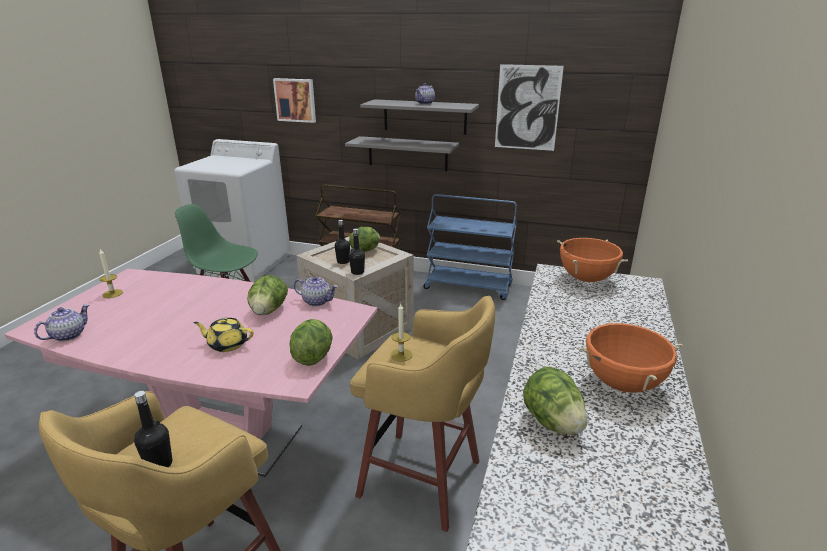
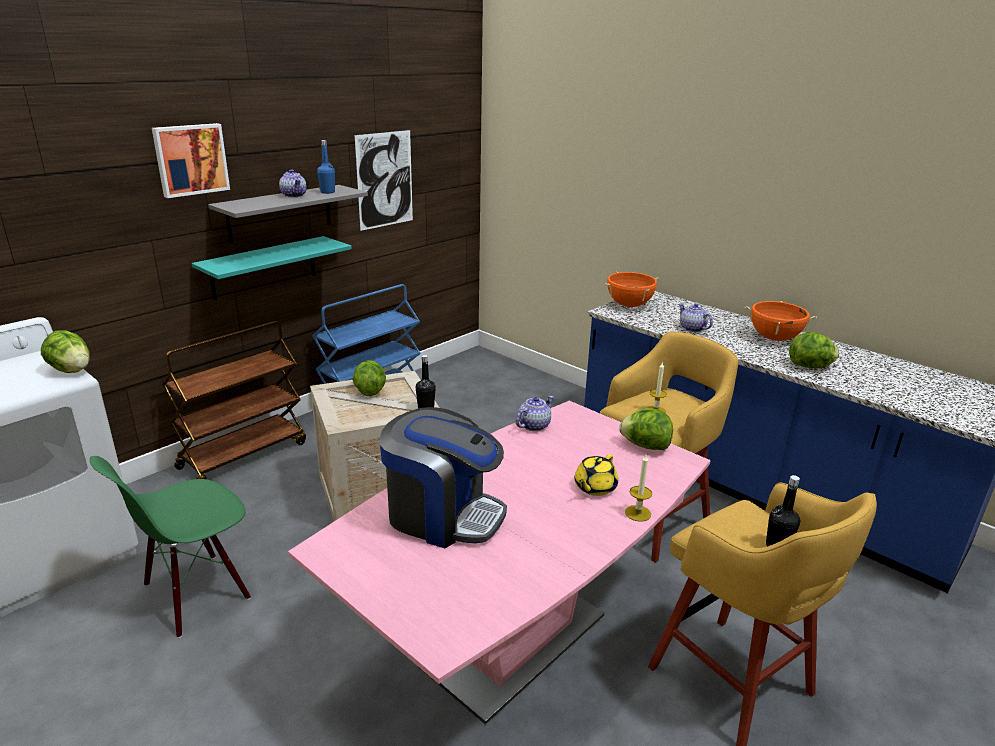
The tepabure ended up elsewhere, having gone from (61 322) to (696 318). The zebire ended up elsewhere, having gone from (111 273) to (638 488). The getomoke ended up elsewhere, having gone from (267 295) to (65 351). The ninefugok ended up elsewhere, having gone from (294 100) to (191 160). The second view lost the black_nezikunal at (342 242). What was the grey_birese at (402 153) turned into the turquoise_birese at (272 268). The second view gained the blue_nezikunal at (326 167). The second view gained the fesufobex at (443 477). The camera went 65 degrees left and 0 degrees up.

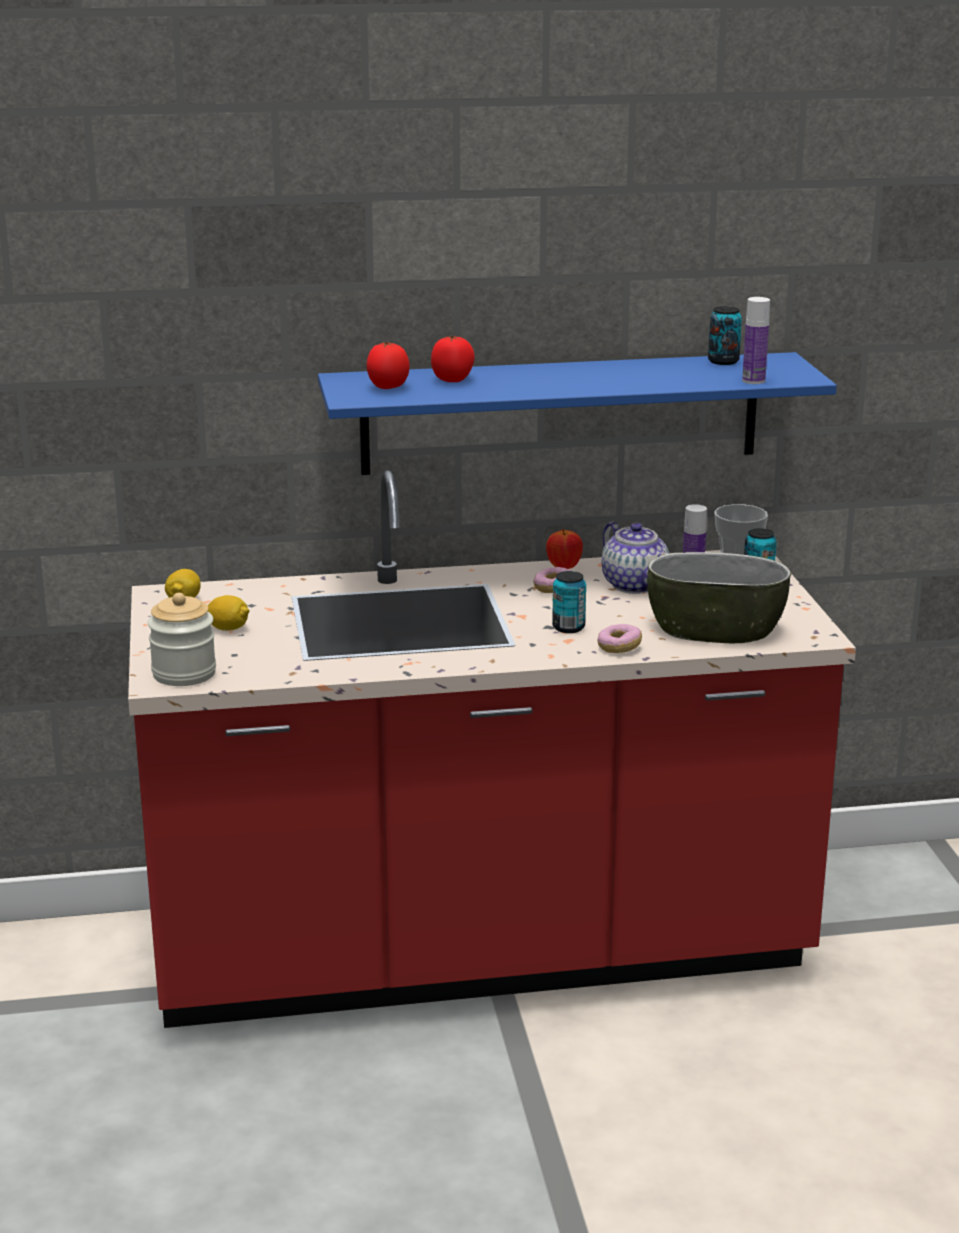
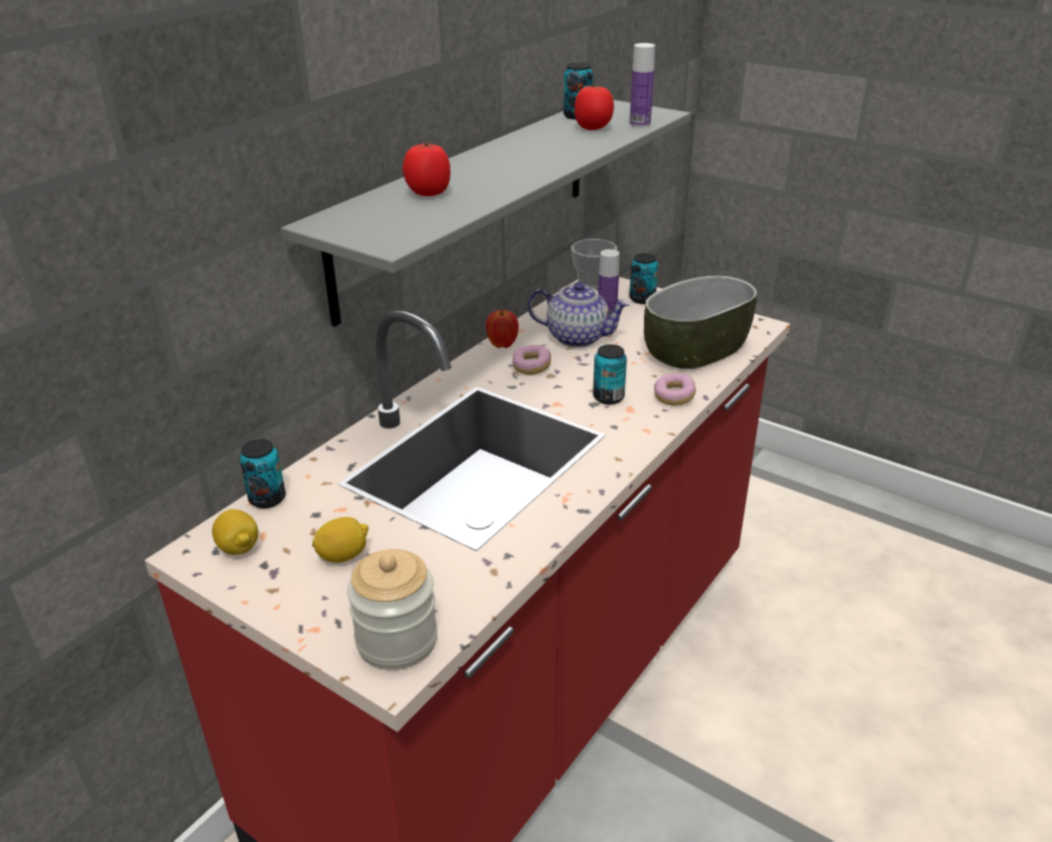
What was the blue_birese at (577 413) turned into the grey_birese at (486 213). The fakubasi ended up elsewhere, having gone from (388 365) to (594 107). The second view gained the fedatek at (262 473). The camera went 45 degrees left and 10 degrees up.

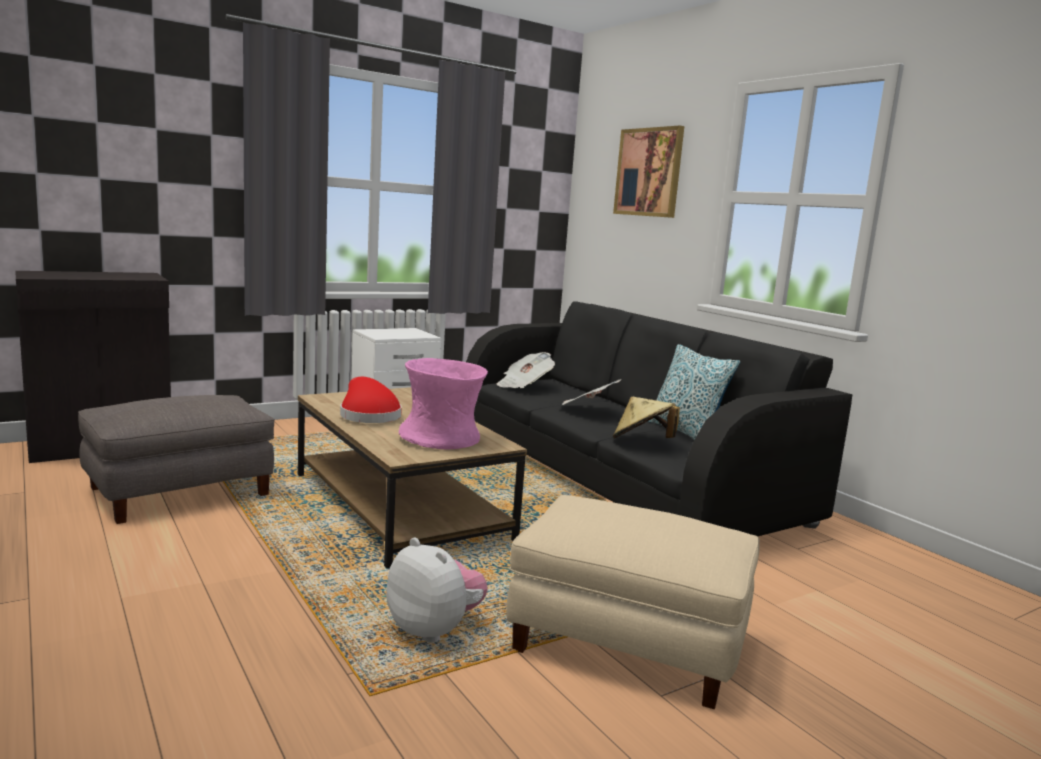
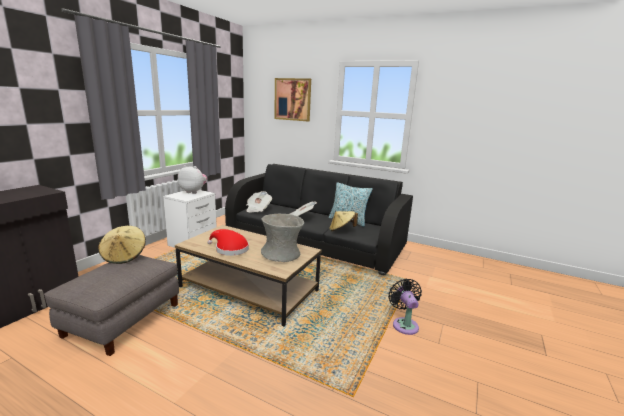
The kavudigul ended up elsewhere, having gone from (437 590) to (192 179). What was the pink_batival at (443 403) turned into the grey_batival at (282 238). Where the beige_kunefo stood at (633 602), the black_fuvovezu came to stand at (405 306). The second view gained the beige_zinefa at (122 245). The camera went 30 degrees left and 5 degrees up.

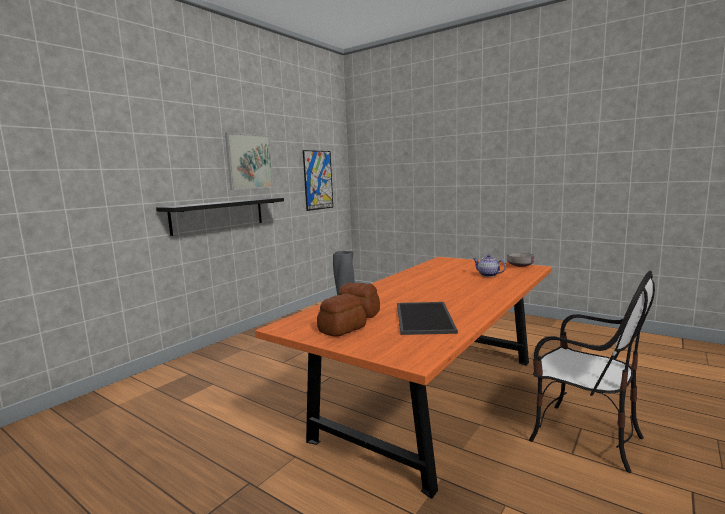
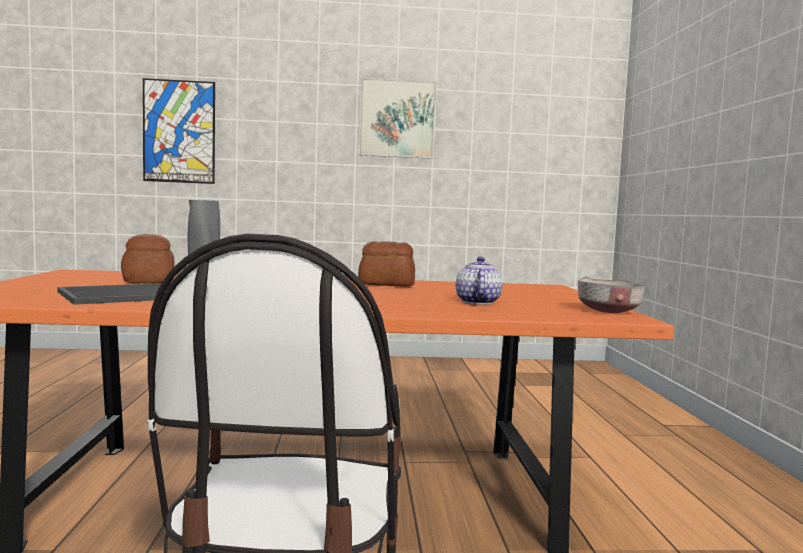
The second view lost the black_birese at (220 217). The ninefugok ended up elsewhere, having gone from (318 180) to (179 131). The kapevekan ended up elsewhere, having gone from (342 315) to (386 264). The camera went 50 degrees right and 5 degrees down.

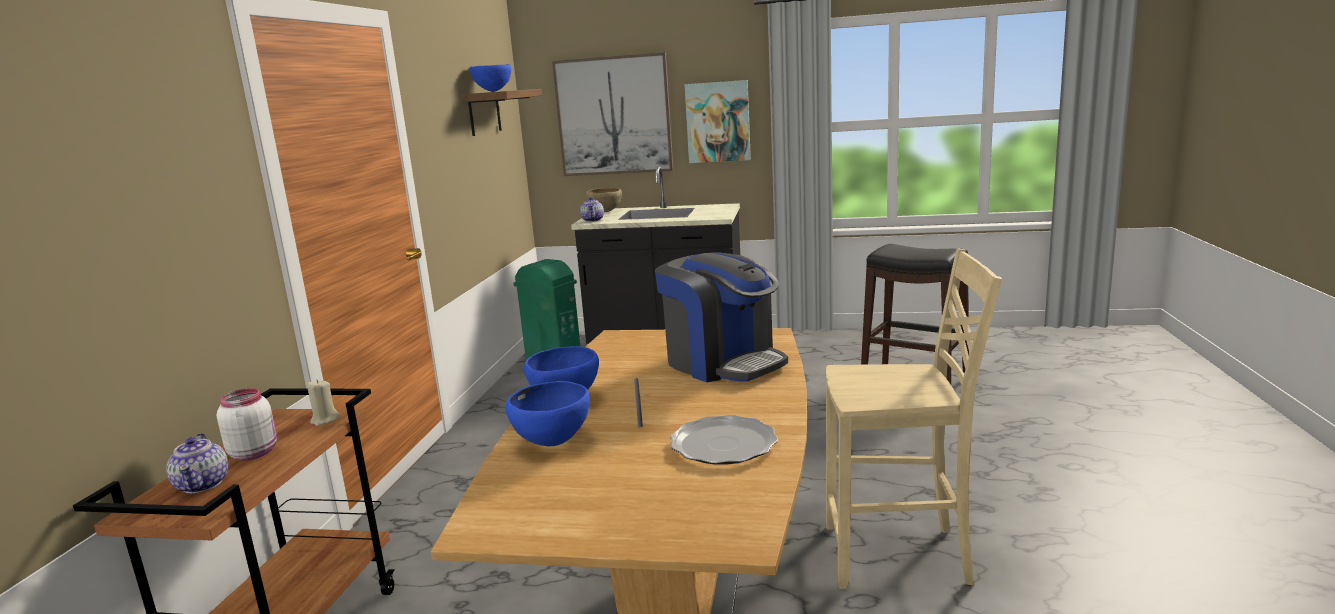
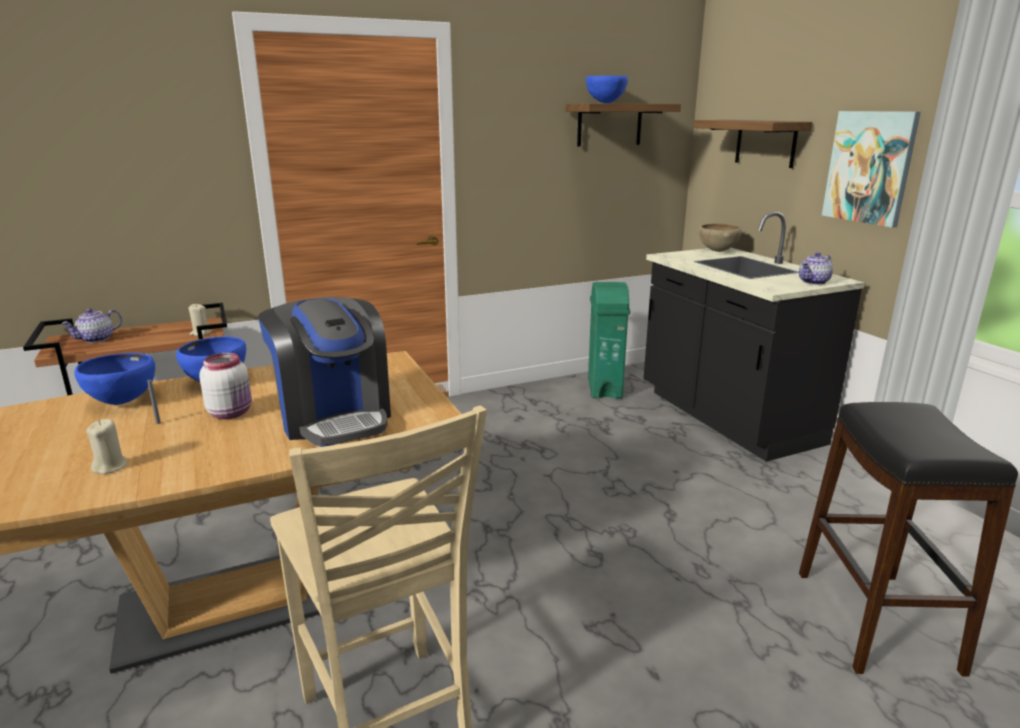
The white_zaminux ended up elsewhere, having gone from (247 424) to (225 386). Where the ninefugok hung at (612 114), the birese came to hang at (753 144). The tepabure ended up elsewhere, having gone from (592 209) to (816 268). The fesufobex at (721 317) ended up facing another way, 45 degrees counterclockwise from before. Where the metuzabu stood at (724 440), the beige_zebire came to stand at (107 446). The camera went 55 degrees right and 5 degrees up.

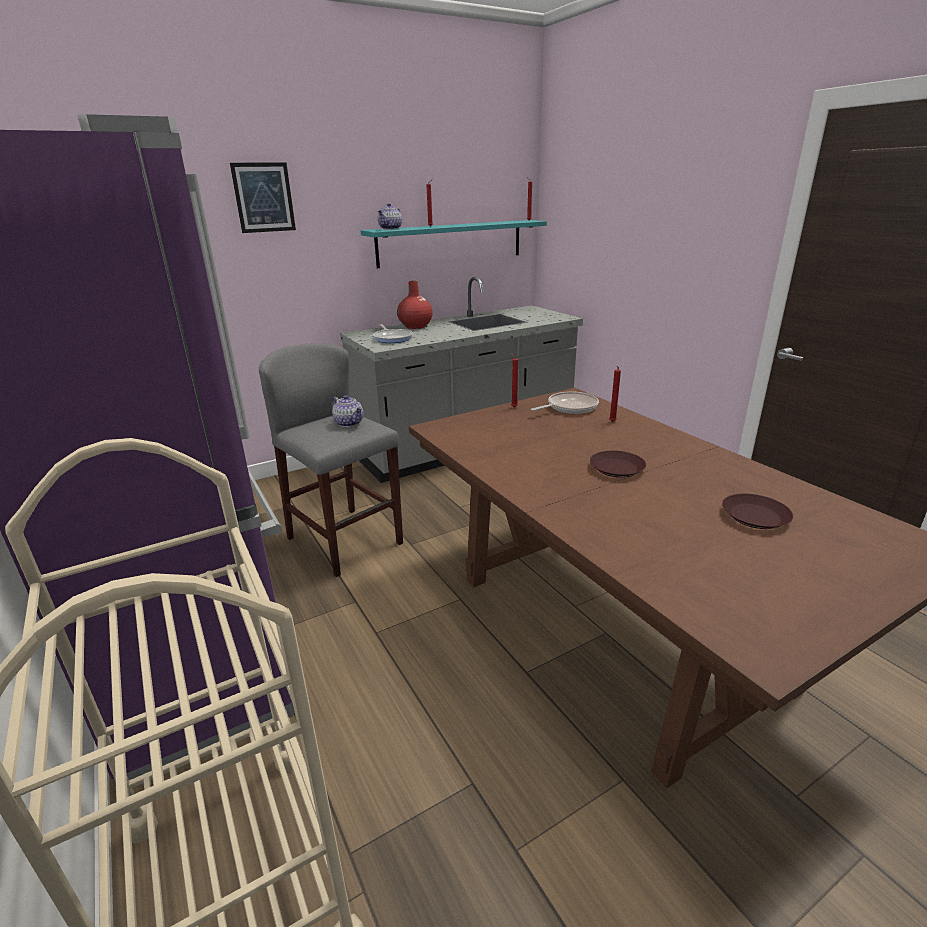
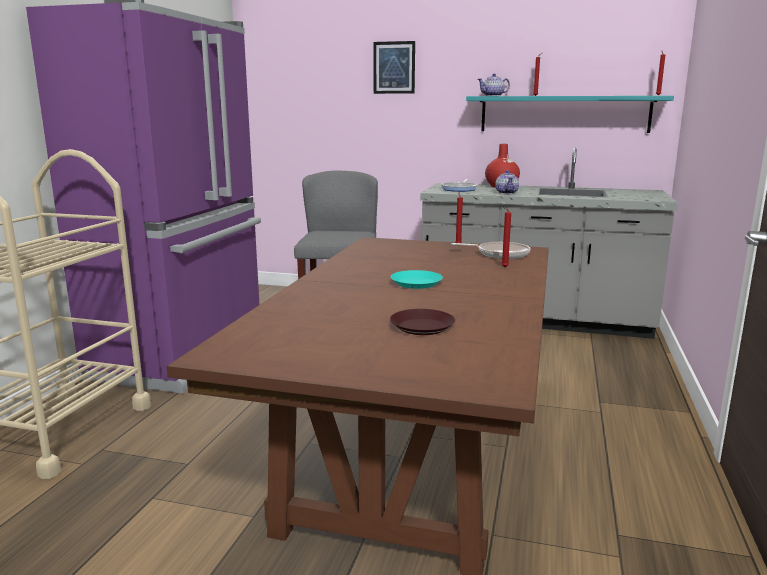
The tepabure ended up elsewhere, having gone from (347 411) to (507 182). What was the brown_metuzabu at (618 464) turned into the turquoise_metuzabu at (417 279). The camera went 45 degrees right and 10 degrees down.

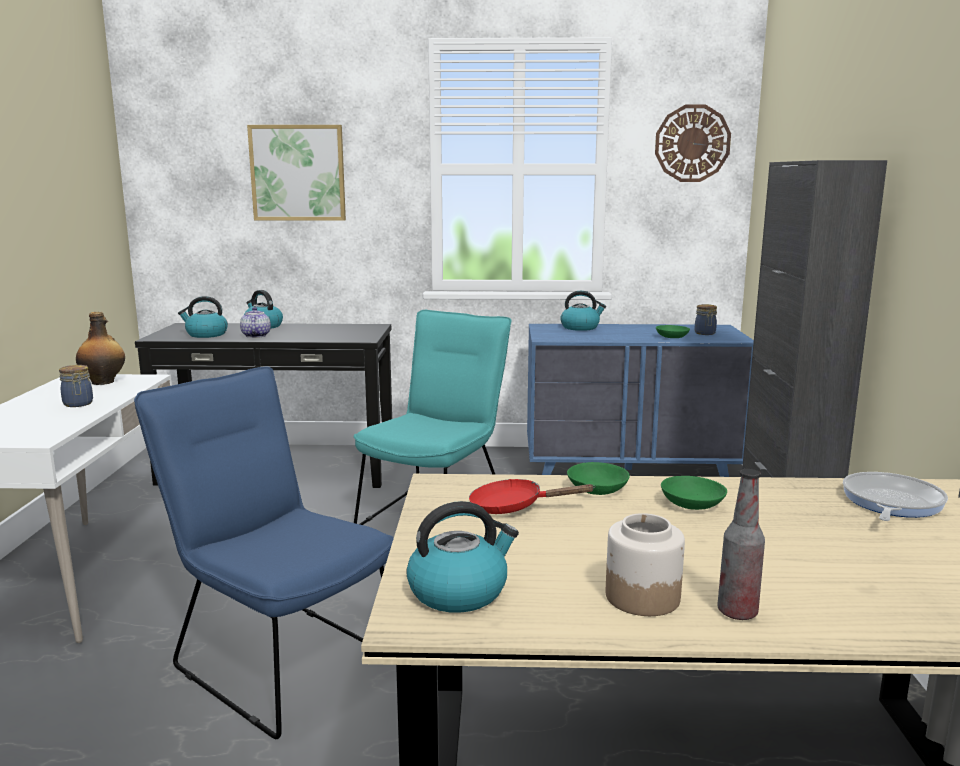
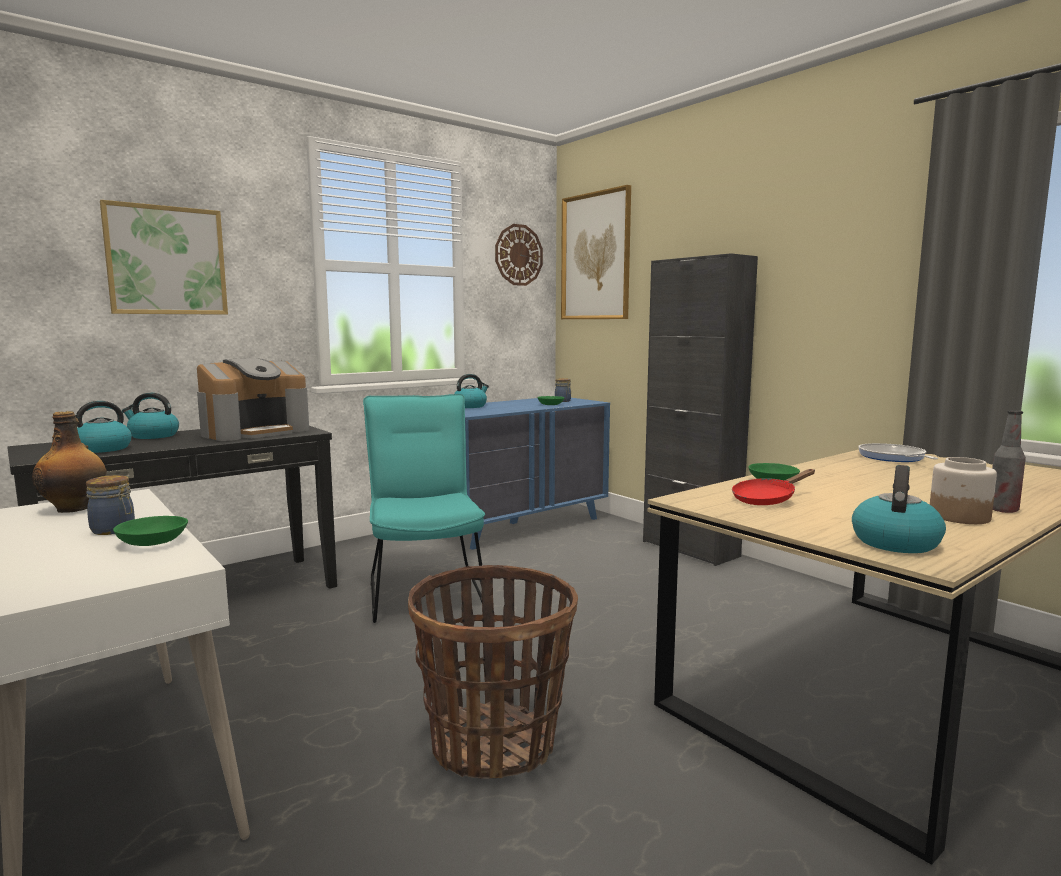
Where the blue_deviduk stood at (264 553), the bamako came to stand at (493 671). The second view lost the tepabure at (255 322). The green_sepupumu ended up elsewhere, having gone from (694 493) to (150 531). The second view gained the fesufobex at (253 399). The second view gained the ninefugok at (596 252). The camera went 40 degrees left and 5 degrees down.

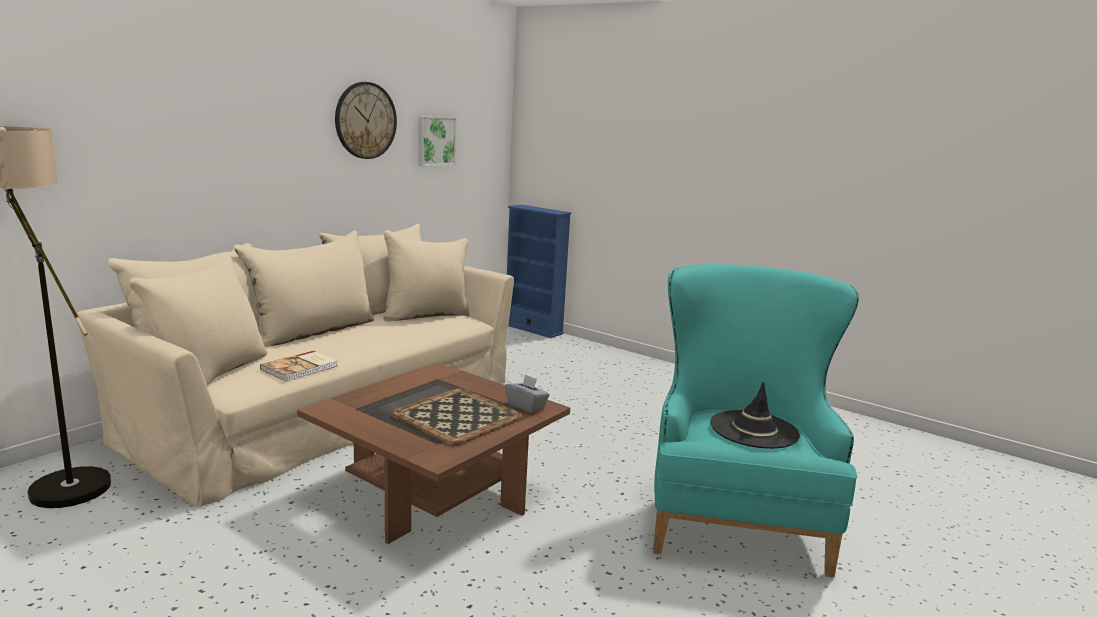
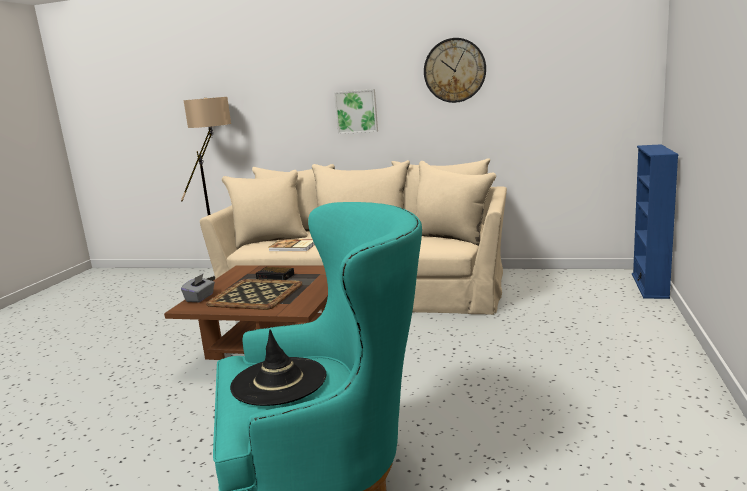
The ninefugok ended up elsewhere, having gone from (437 141) to (356 111). The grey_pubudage ended up elsewhere, having gone from (527 393) to (198 287). The second view gained the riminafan at (275 273). The camera went 70 degrees right and 0 degrees up.

